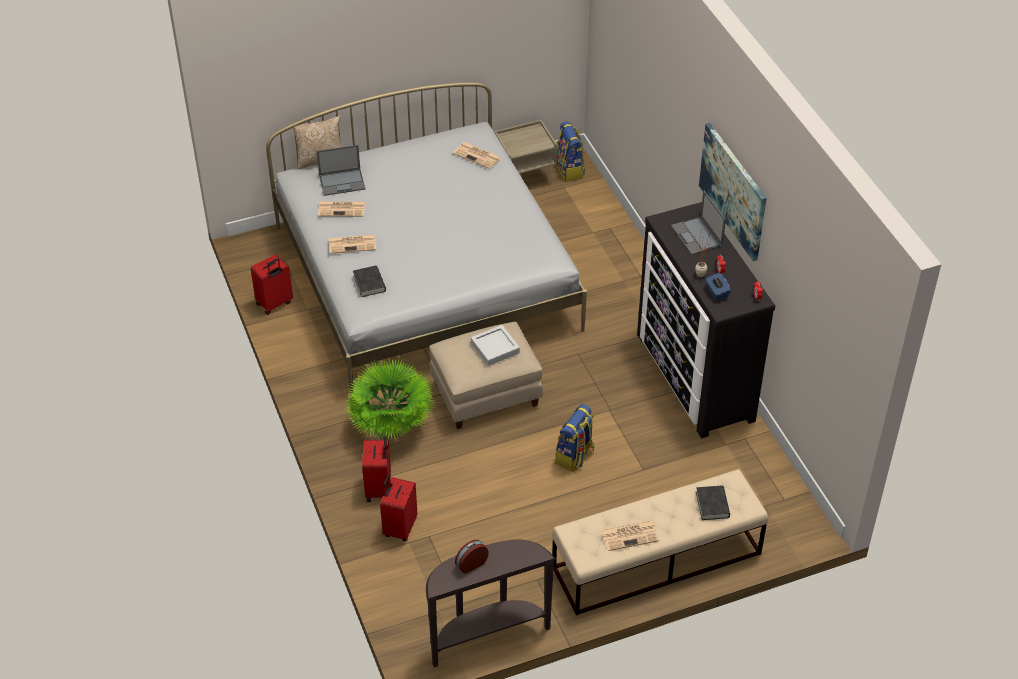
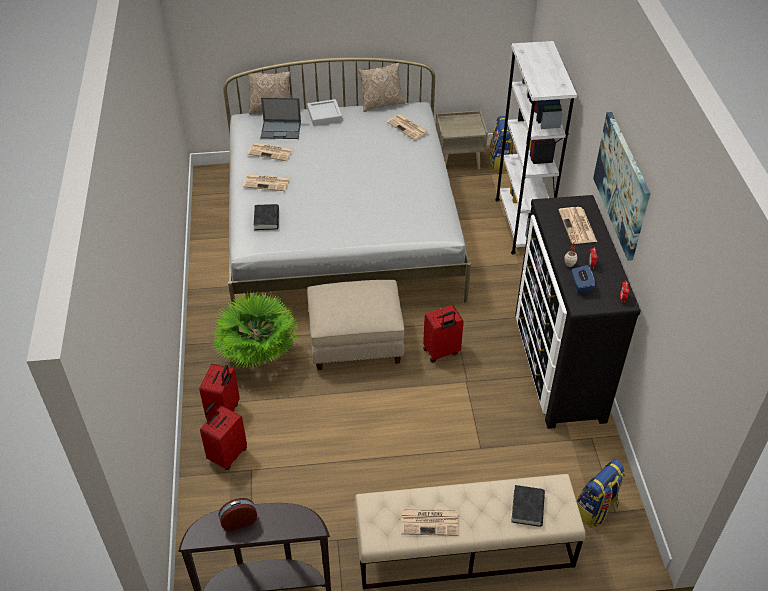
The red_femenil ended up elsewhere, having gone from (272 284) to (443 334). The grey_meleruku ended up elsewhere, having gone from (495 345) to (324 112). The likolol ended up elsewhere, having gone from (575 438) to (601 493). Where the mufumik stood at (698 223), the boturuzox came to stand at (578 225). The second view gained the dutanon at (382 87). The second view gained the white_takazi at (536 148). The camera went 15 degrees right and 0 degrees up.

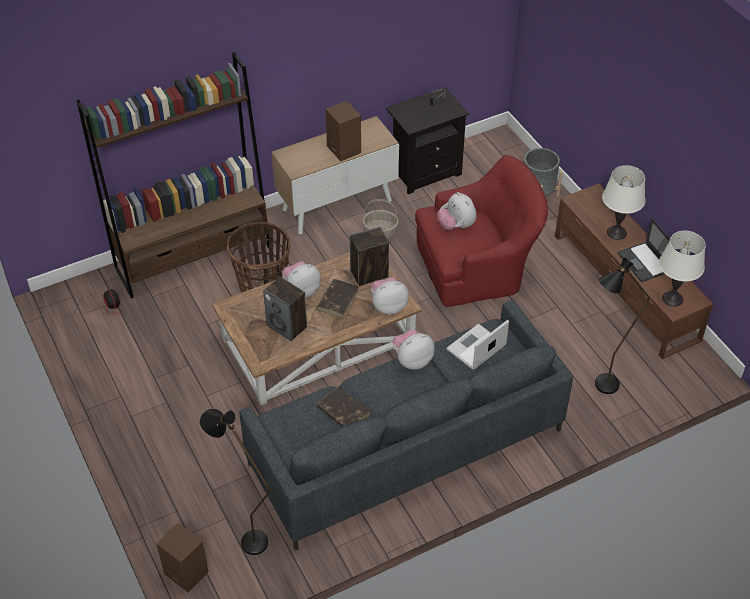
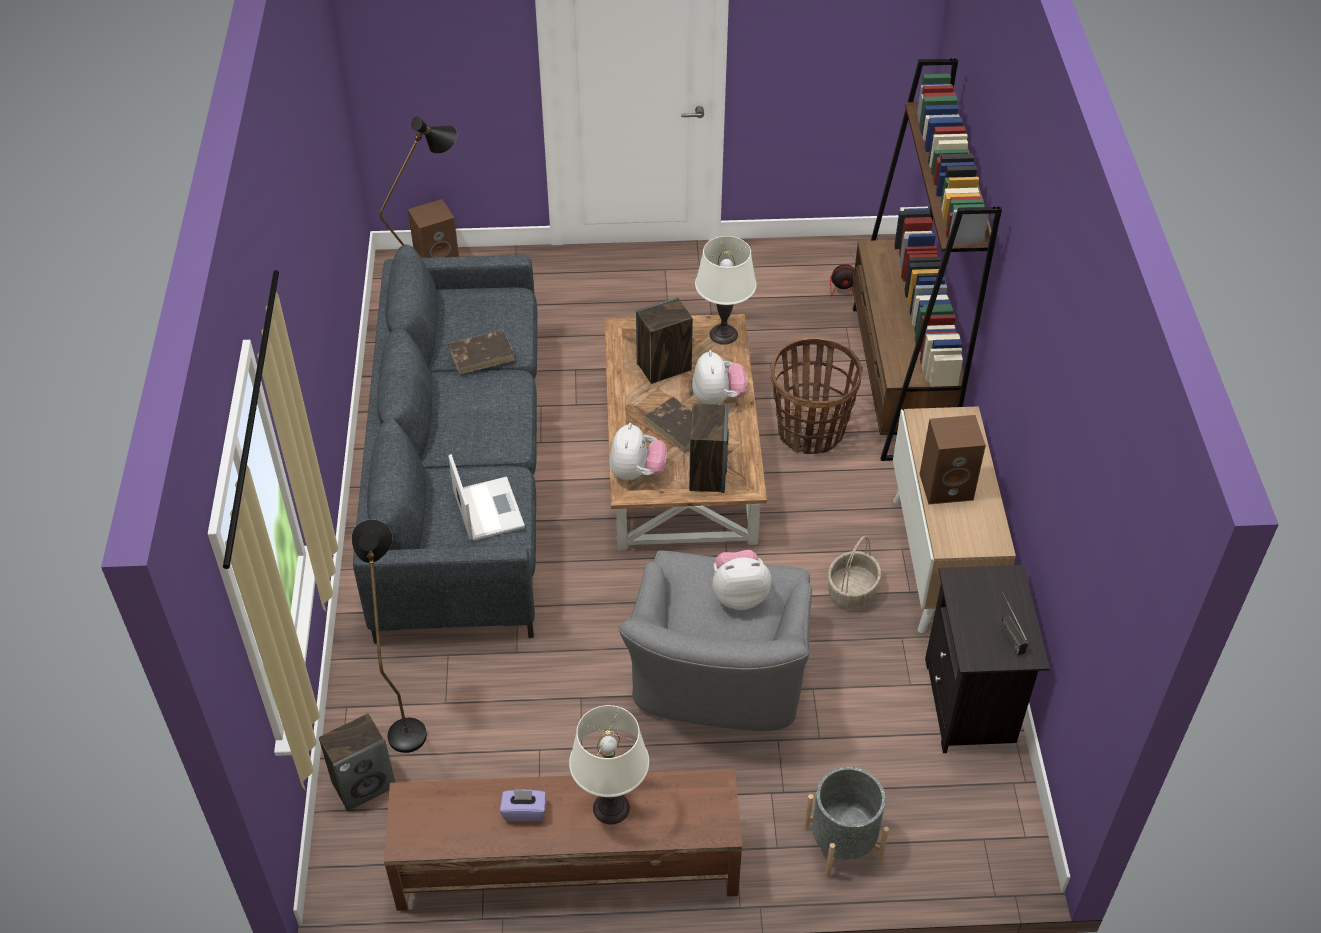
The second view lost the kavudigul at (413 349). What was the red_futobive at (481 231) turned into the grey_futobive at (715 640). Where the mufumik stood at (647 250), the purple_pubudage came to stand at (523 806). The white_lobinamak ended up elsewhere, having gone from (682 269) to (726 290). The second view gained the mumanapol at (357 762). The camera went 115 degrees right and 0 degrees up.

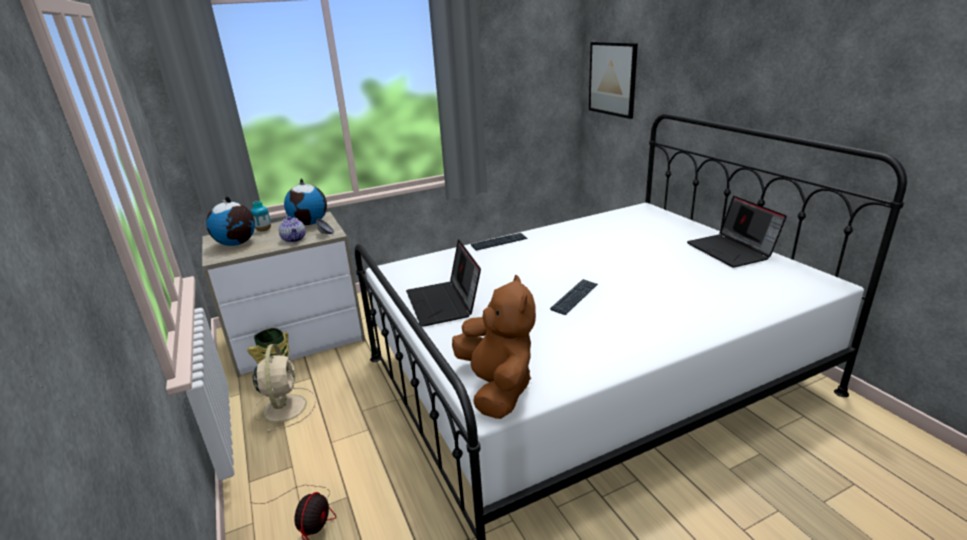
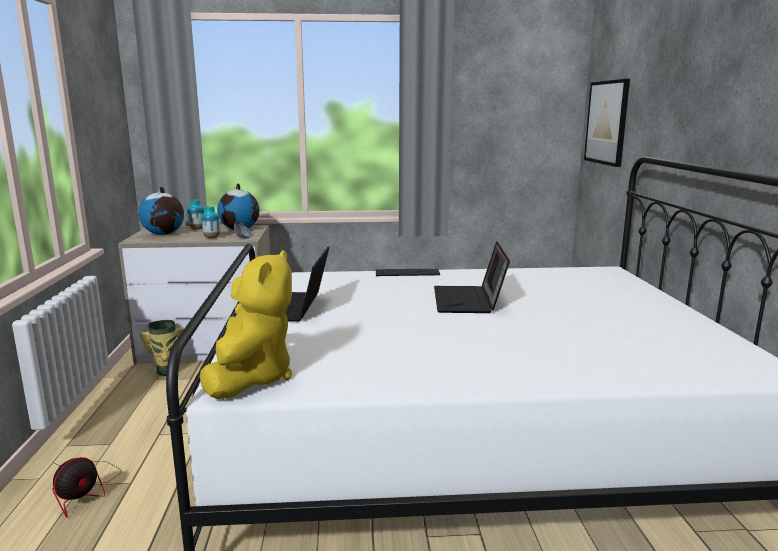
The second view lost the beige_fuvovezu at (284 388). Where the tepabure stood at (292 229), the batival came to stand at (211 222). What was the brown_kavudigul at (494 347) turned into the yellow_kavudigul at (246 324). The second view lost the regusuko at (574 297). The mufumik ended up elsewhere, having gone from (737 232) to (472 277). The camera went 20 degrees right and 10 degrees down.

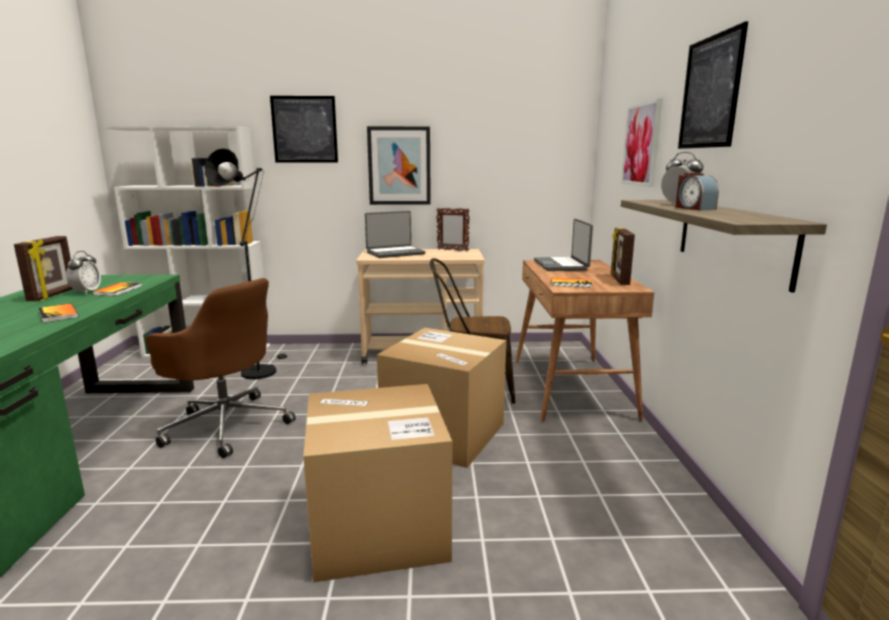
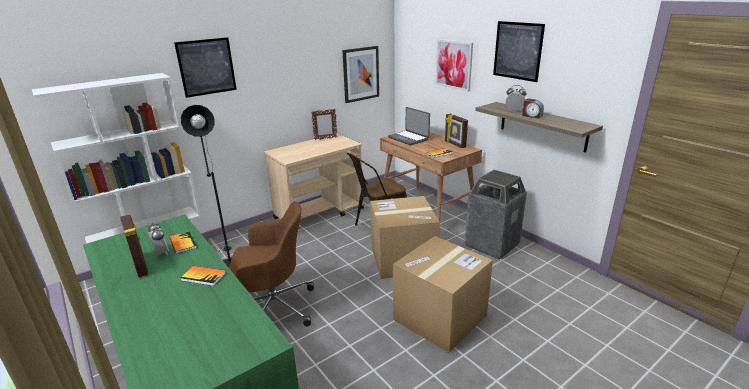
The second view lost the mufumik at (395 234). The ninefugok ended up elsewhere, having gone from (399 165) to (360 74). The second view gained the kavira at (496 215). The camera went 35 degrees left and 10 degrees up.

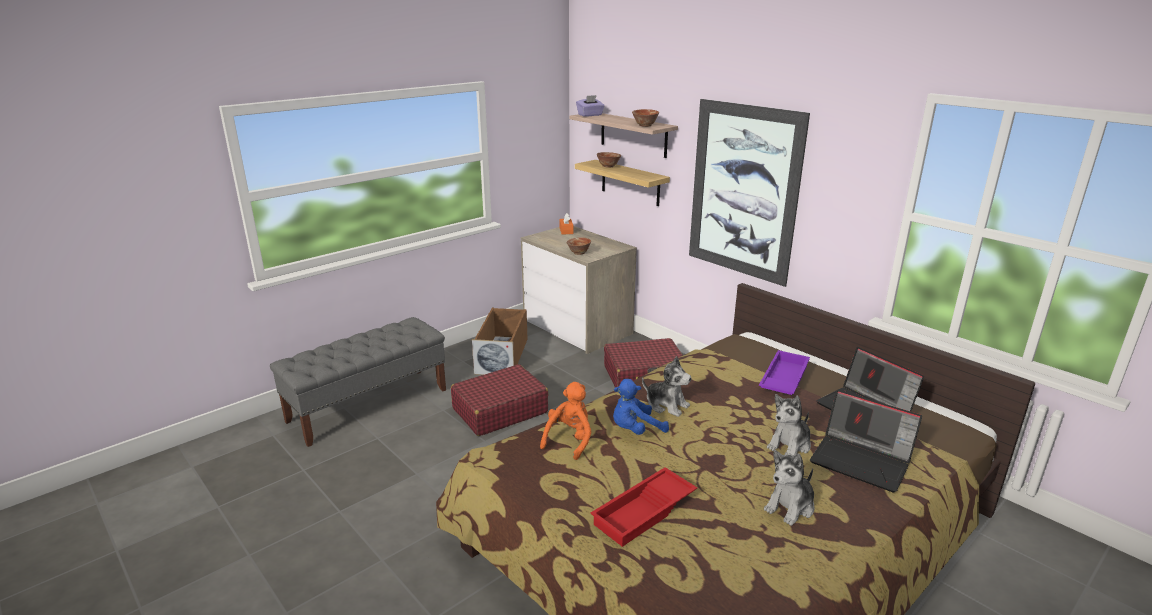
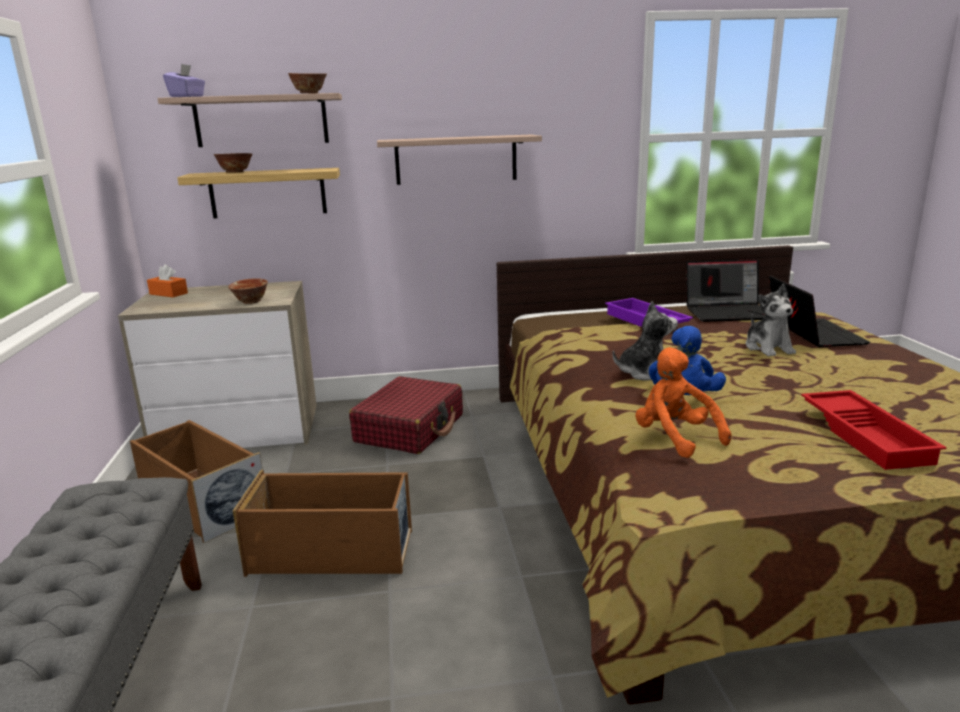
Where the red_femenil stood at (499 400), the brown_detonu came to stand at (322 523). Where the ninefugok hung at (749 193), the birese came to hang at (459 160). The second view lost the kavudigul at (789 488). The mufumik at (866 441) ended up facing another way, 75 degrees counterclockwise from before. The camera went 55 degrees left and 5 degrees down.

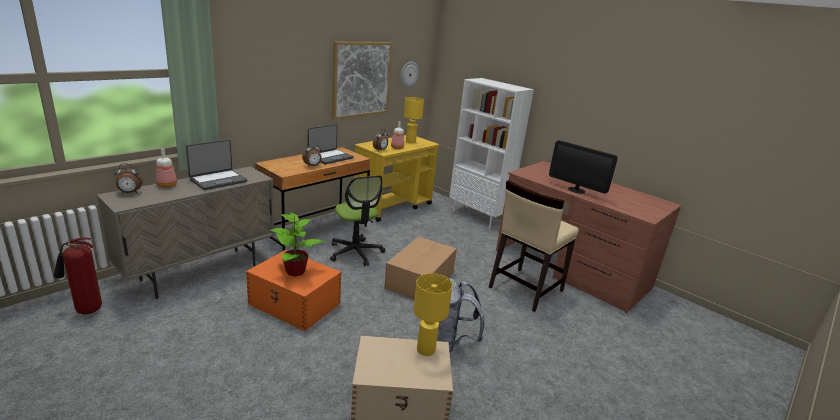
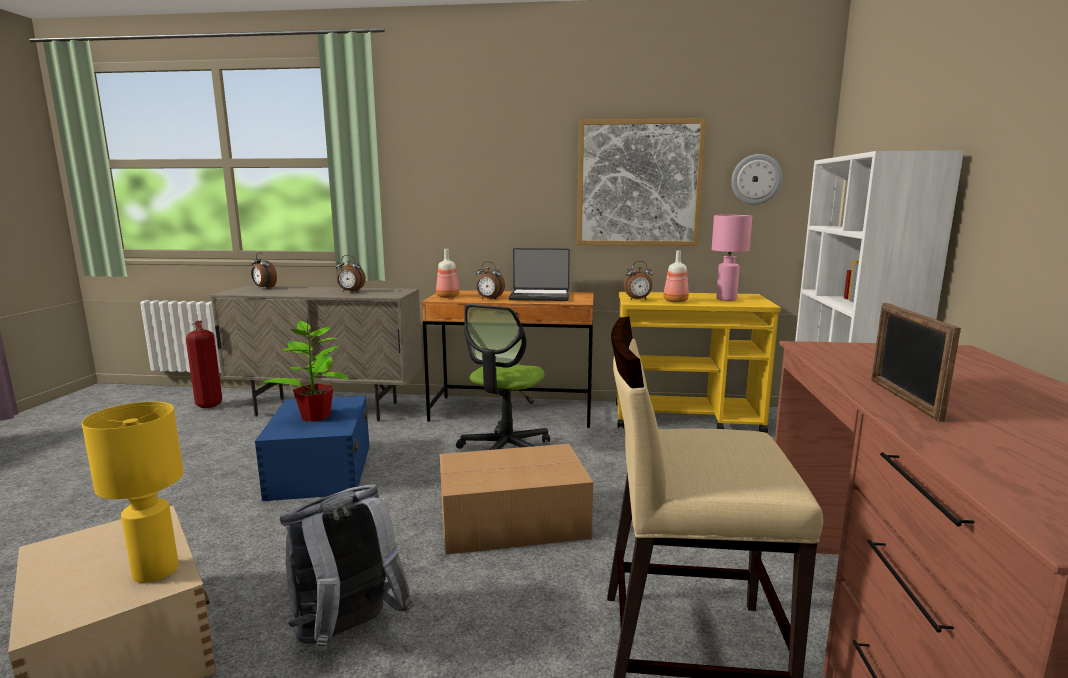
The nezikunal ended up elsewhere, having gone from (166 168) to (448 273). Where the mufumik stood at (216 164), the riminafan came to stand at (351 273). What was the orange_detonu at (293 290) turned into the blue_detonu at (312 448). What was the yellow_lobinamak at (414 120) turned into the pink_lobinamak at (732 258). Where the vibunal stood at (583 167), the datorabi came to stand at (916 362). The camera went 55 degrees right and 10 degrees down.

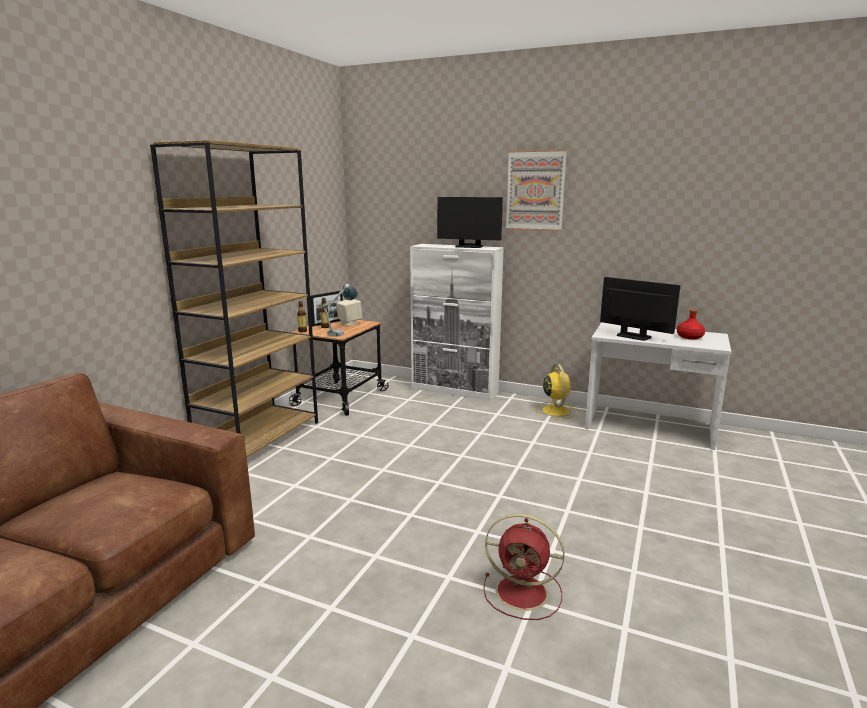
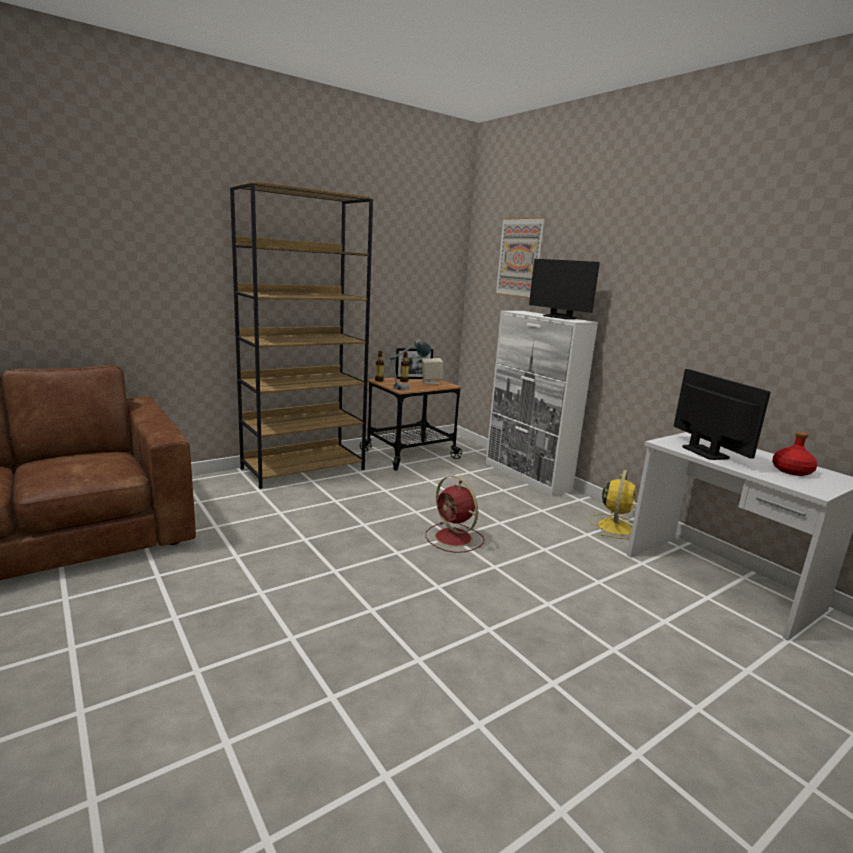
The red_fuvovezu ended up elsewhere, having gone from (524 567) to (455 514). The ninefugok ended up elsewhere, having gone from (536 190) to (520 257). The camera went 30 degrees right and 0 degrees up.

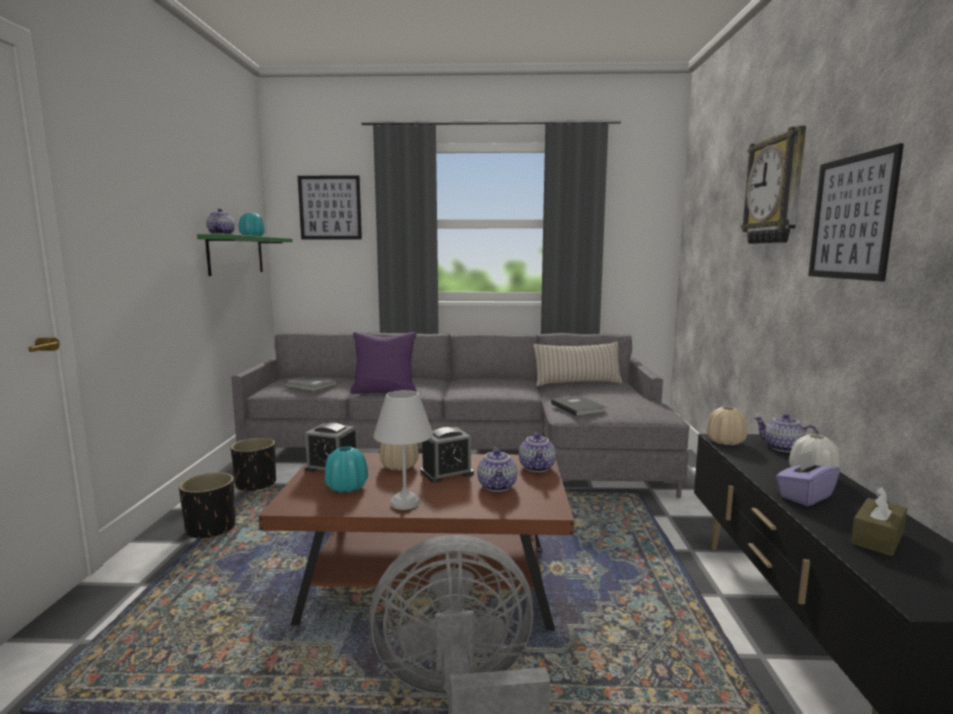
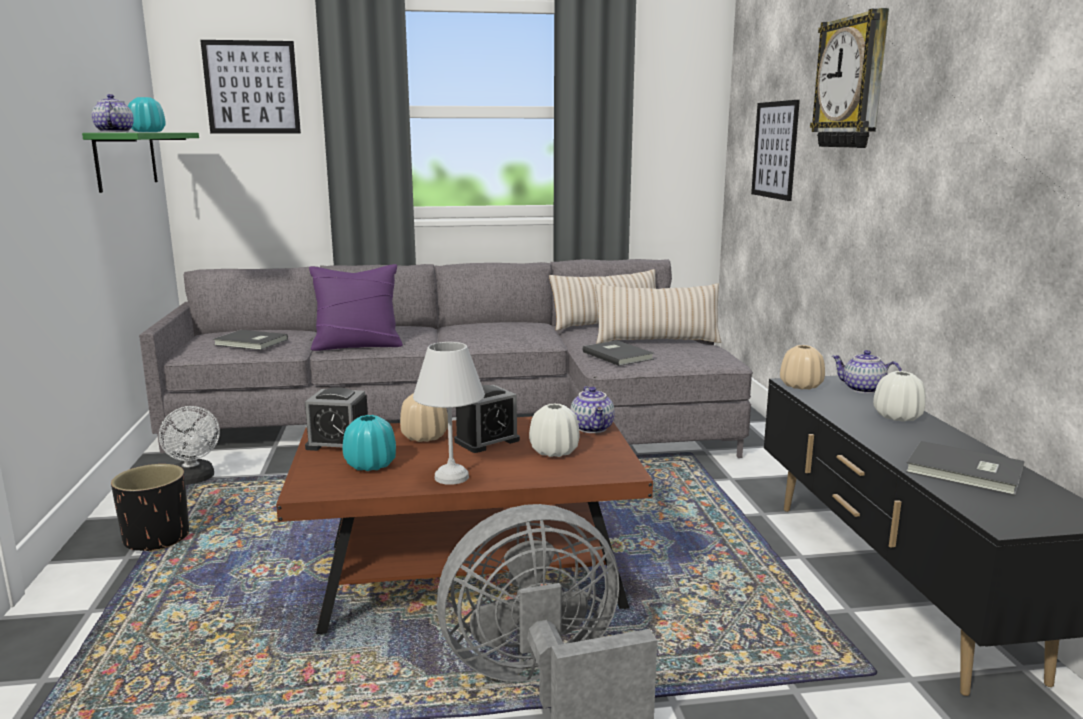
Where the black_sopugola stood at (253 465), the white_fuvovezu came to stand at (189 445). Where the tepabure stood at (497 469), the white_batival came to stand at (554 430). The second view lost the purple_pubudage at (808 478). The ninefugok ended up elsewhere, having gone from (856 212) to (775 150). Where the brown_pubudage stood at (879 521), the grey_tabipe came to stand at (964 468). The second view gained the beige_dutanon at (658 314). The camera went 10 degrees left and 5 degrees up.

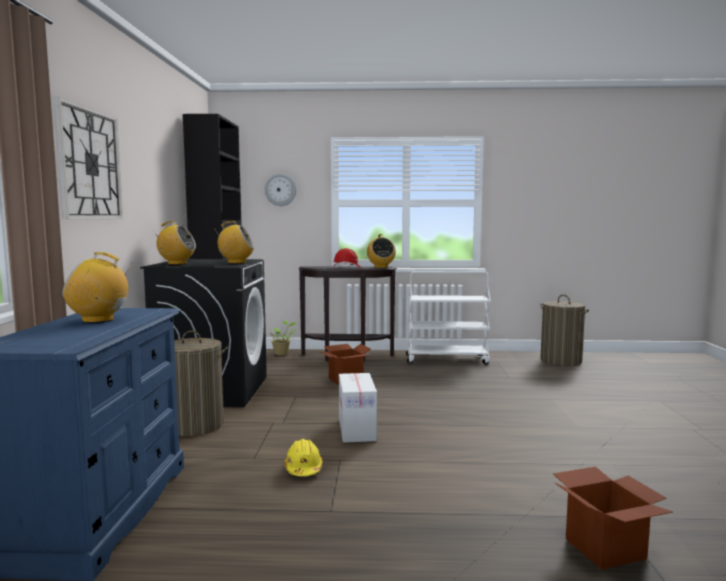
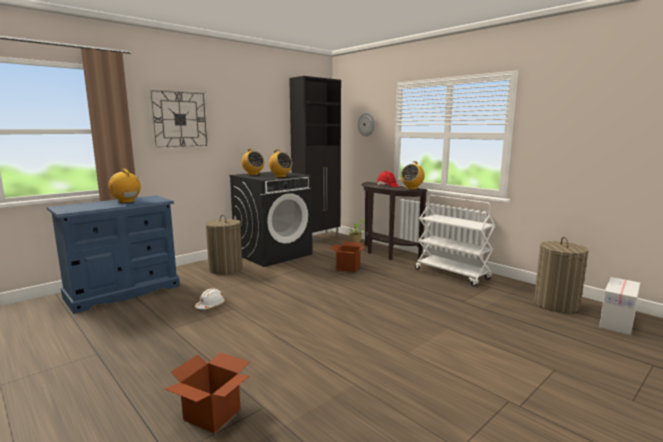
What was the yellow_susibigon at (303 457) turned into the white_susibigon at (210 299). The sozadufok ended up elsewhere, having gone from (358 408) to (619 306). The camera went 45 degrees right and 5 degrees up.

